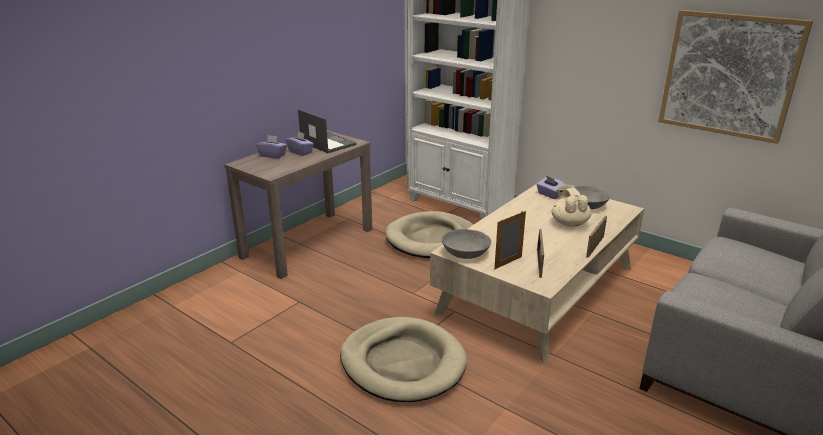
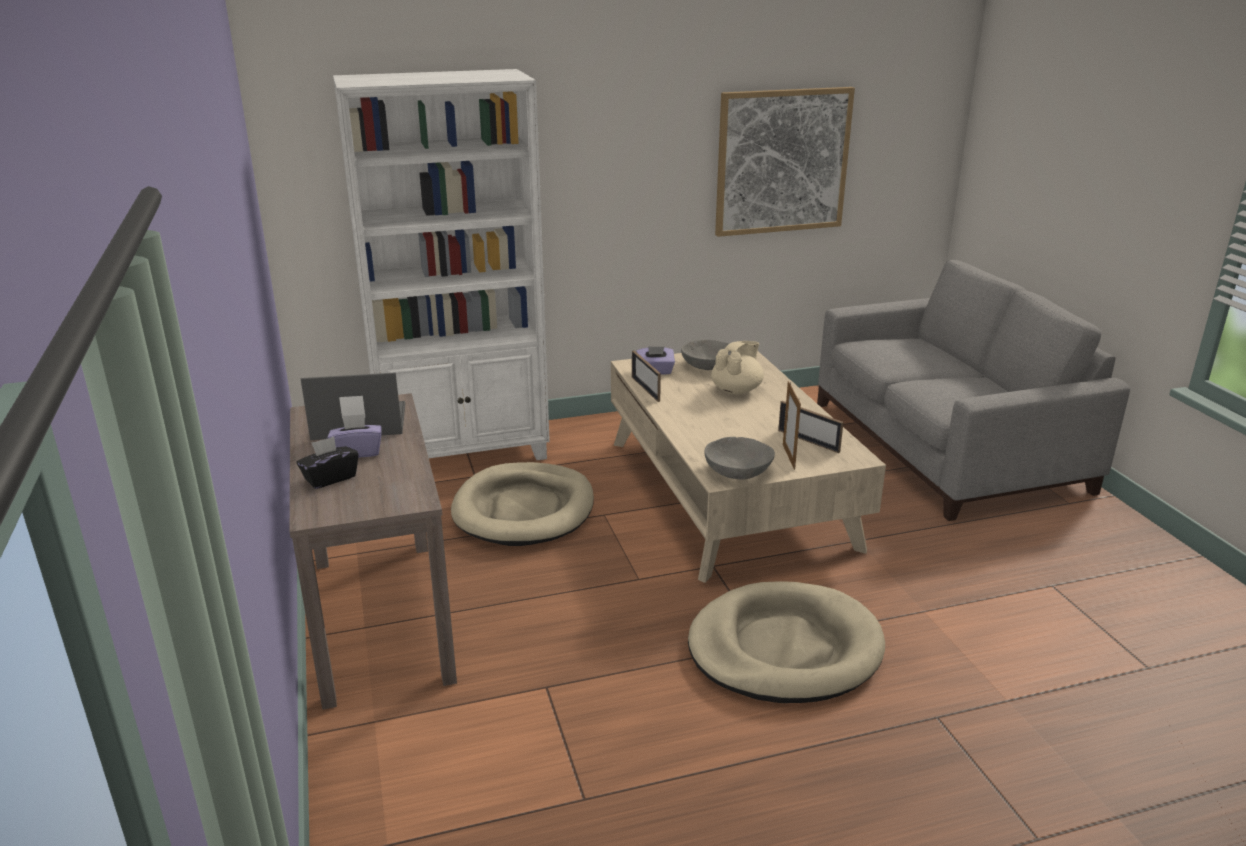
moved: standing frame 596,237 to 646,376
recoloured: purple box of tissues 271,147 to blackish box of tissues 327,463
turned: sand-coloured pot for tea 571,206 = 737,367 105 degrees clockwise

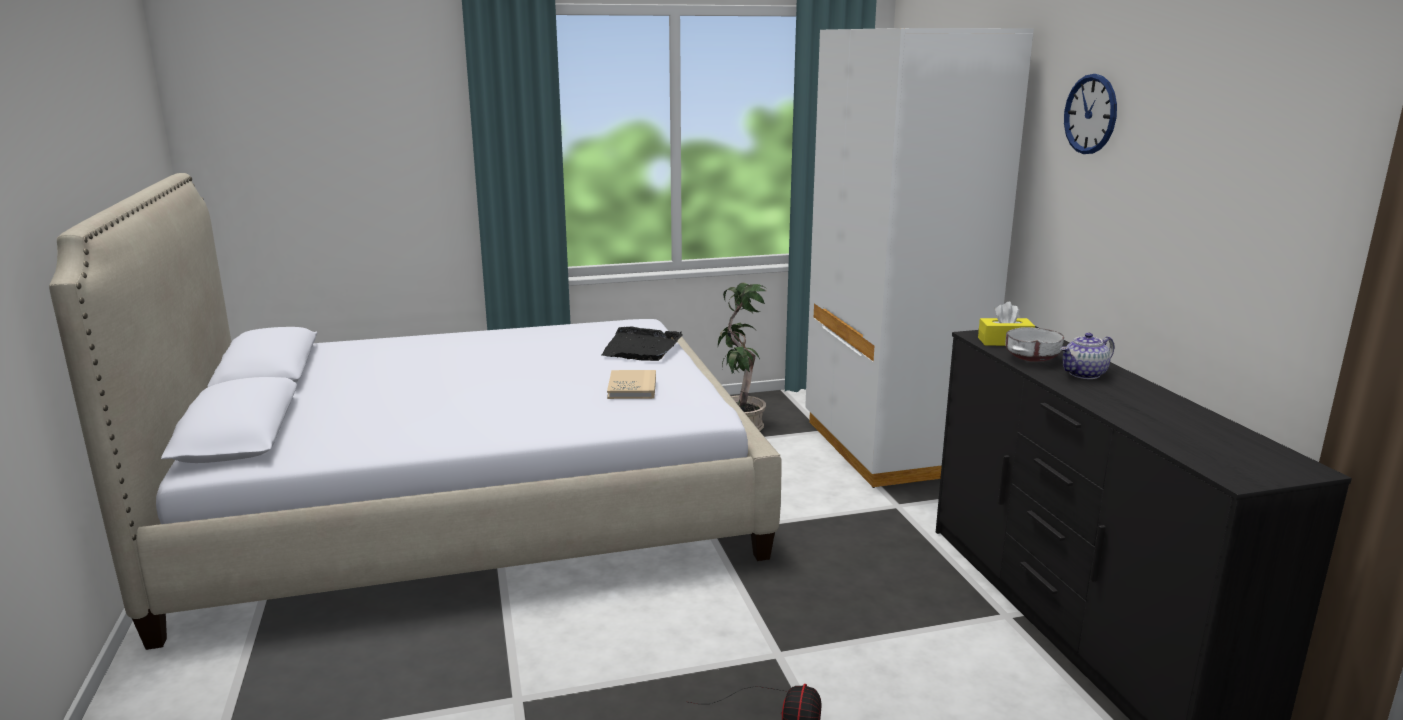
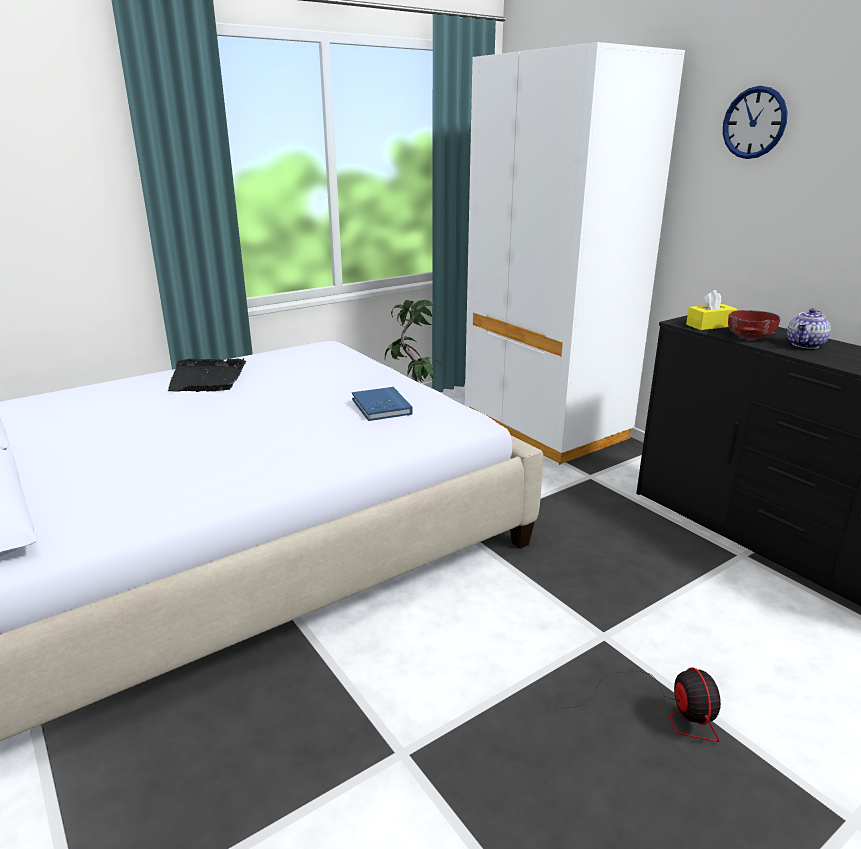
moved: blackish serving tray 642,344 to 207,375
recoloured: sand-coloured book 631,384 to blue-coloured book 382,404; white serving bowl 1034,344 to reddish serving bowl 754,324

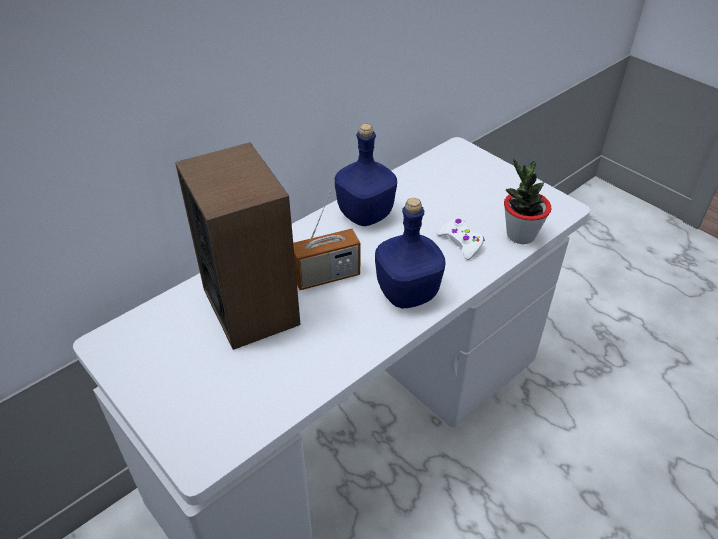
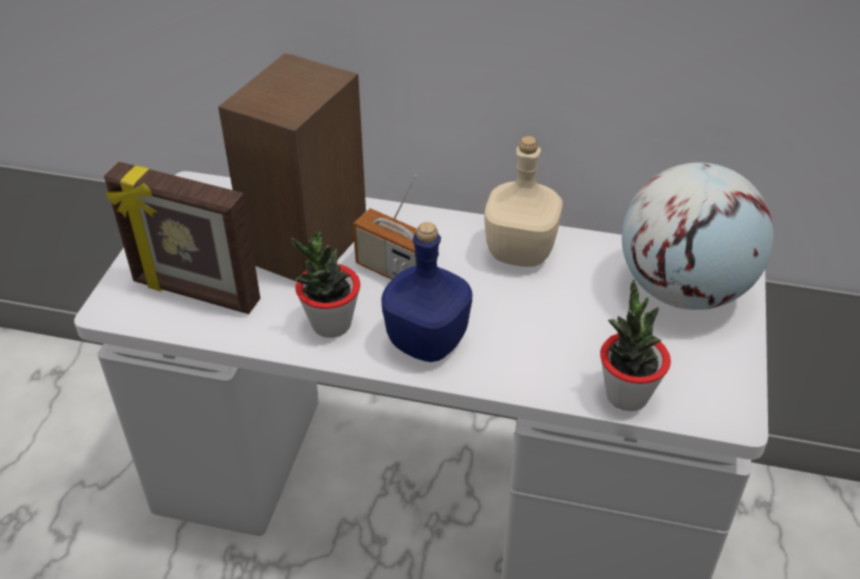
removed: white joypad 460,239
added: standing frame 182,238; plant in a pot 325,284; world globe 698,236
recoloured: blue-coloured bottle 366,175 to sand-coloured bottle 523,201

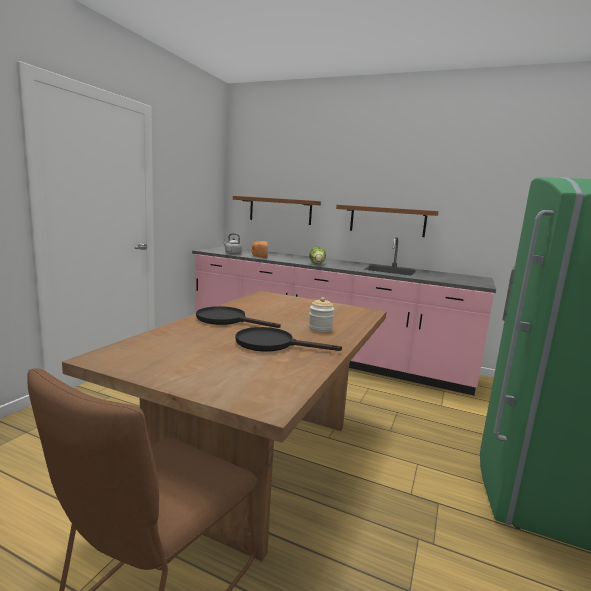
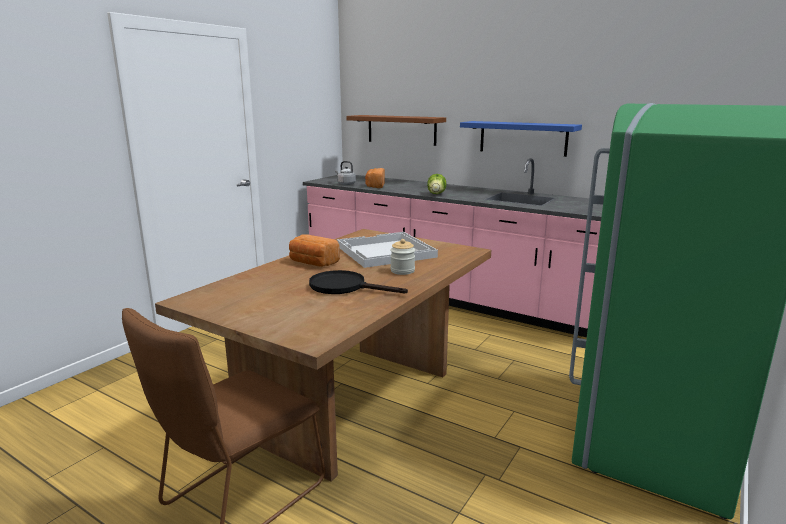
added: white serving tray 387,250
replaced: blackish frying pan 238,317 to bread 314,251
recoloured: brownish wall shelf 387,221 to blue-coloured wall shelf 521,139

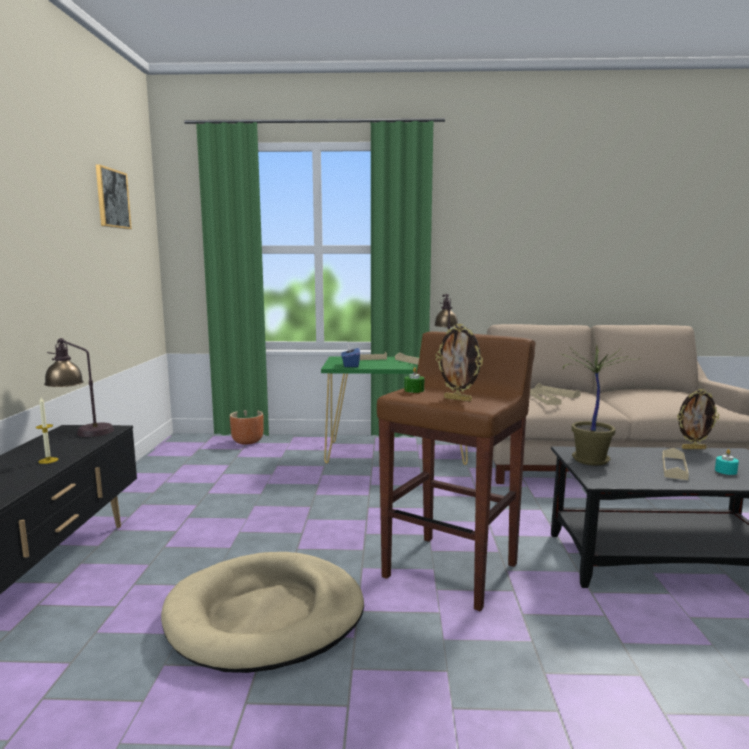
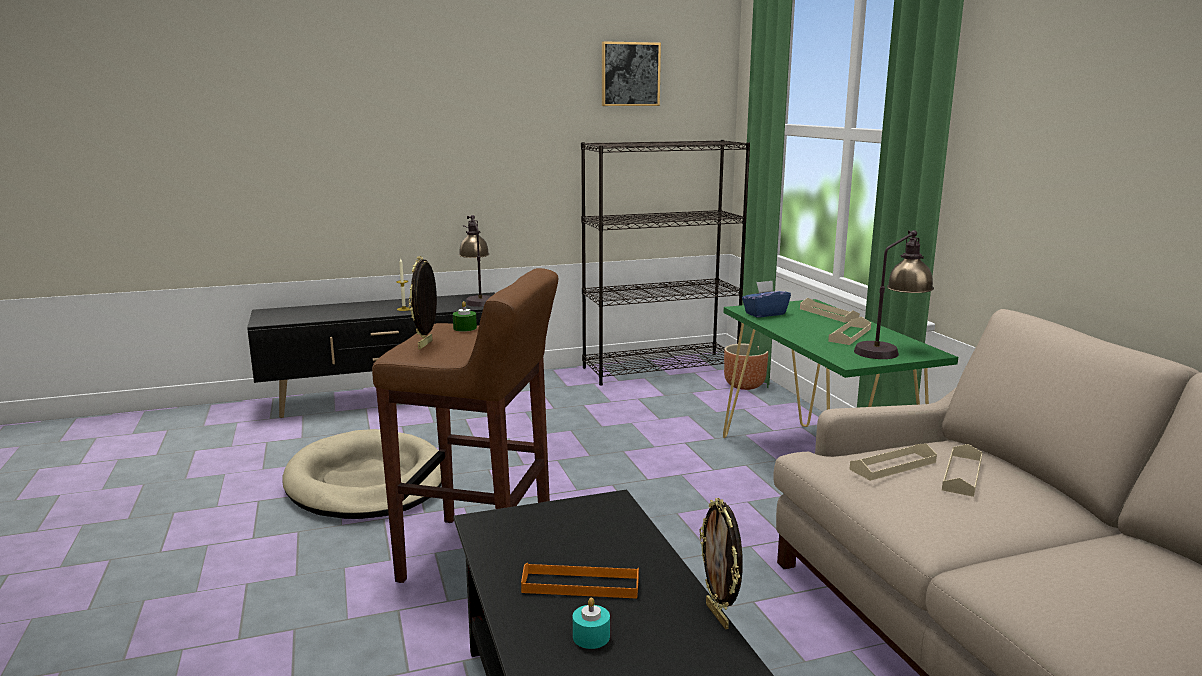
removed: plant in a pot 599,406
added: blackish shelving unit 665,262
recoloured: sand-coloured serving tray 675,464 to orangey serving tray 580,581

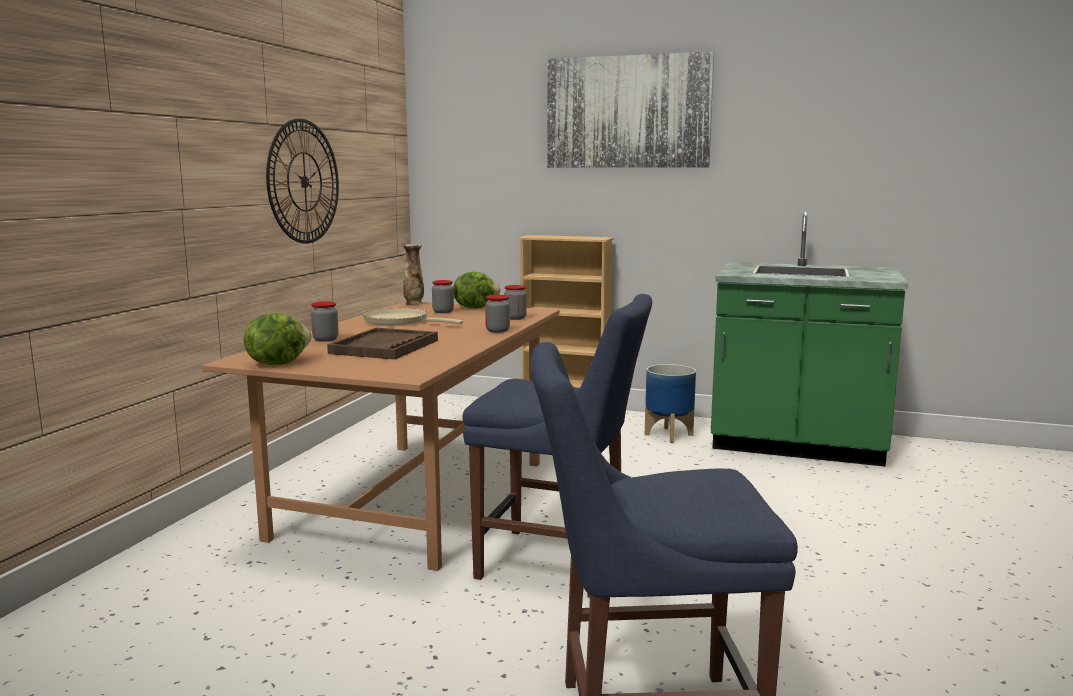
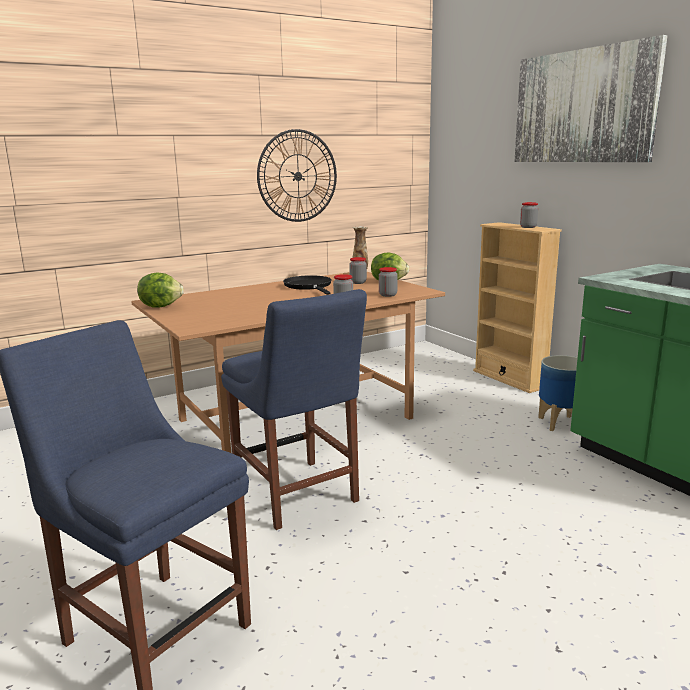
removed: brownish serving tray 382,343
moved: preserve jar 325,321 to 529,215
recoloured: sand-coloured frying pan 413,316 to blackish frying pan 307,285

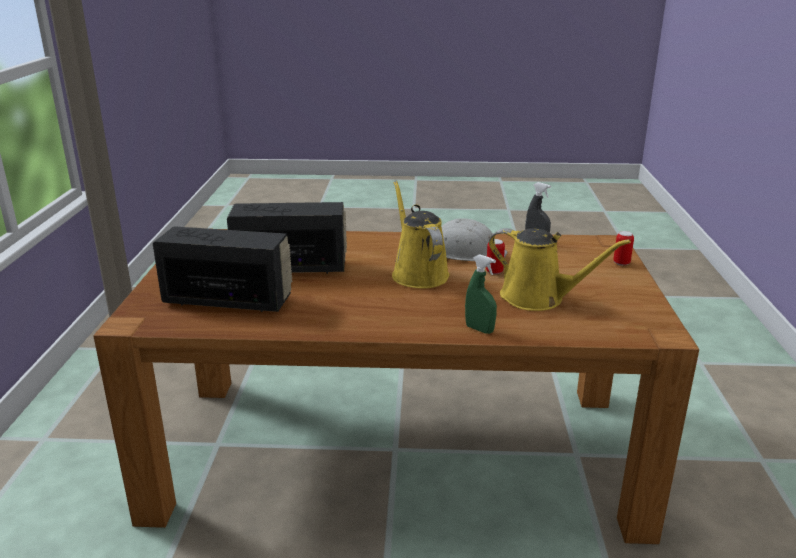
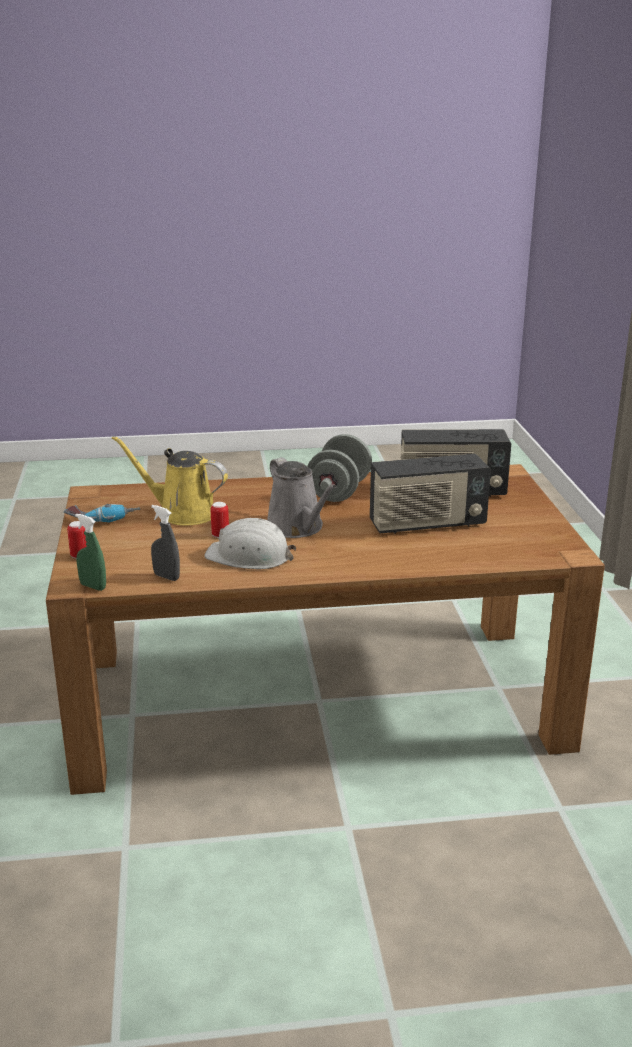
added: electric drill 102,513; greyish hand weight 339,468
moved: green hand sprayer 481,294 to 90,552
recoloured: yellow-coloured sprinkling can 421,235 to greyish sprinkling can 302,497

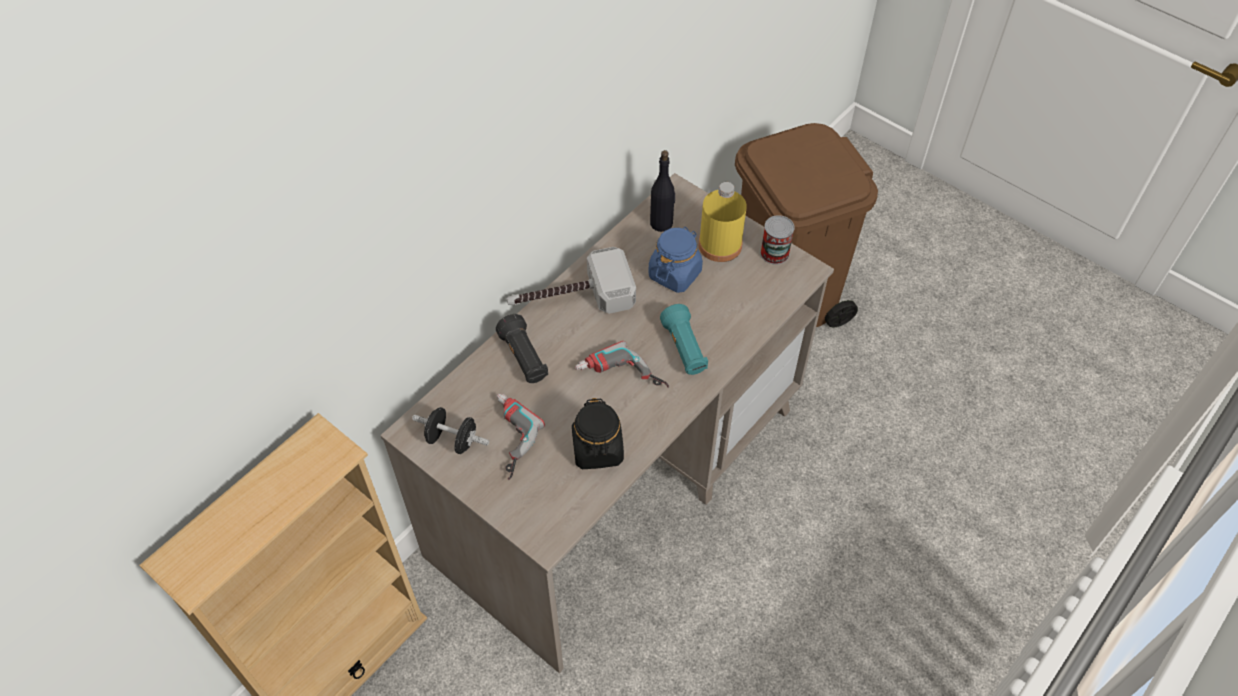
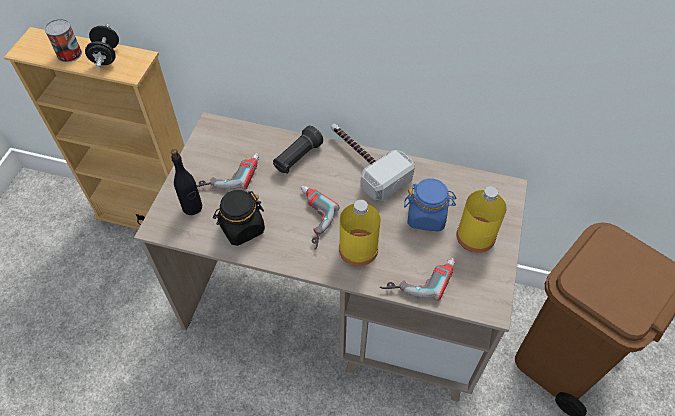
added: electric drill 417,279
moved: blackish hand weight 450,430 to 102,46; blackish bottle 662,191 to 186,182; sealed can 777,240 to 63,40
replaced: turquoise torch 684,339 to yellow-coloured bottle 360,233

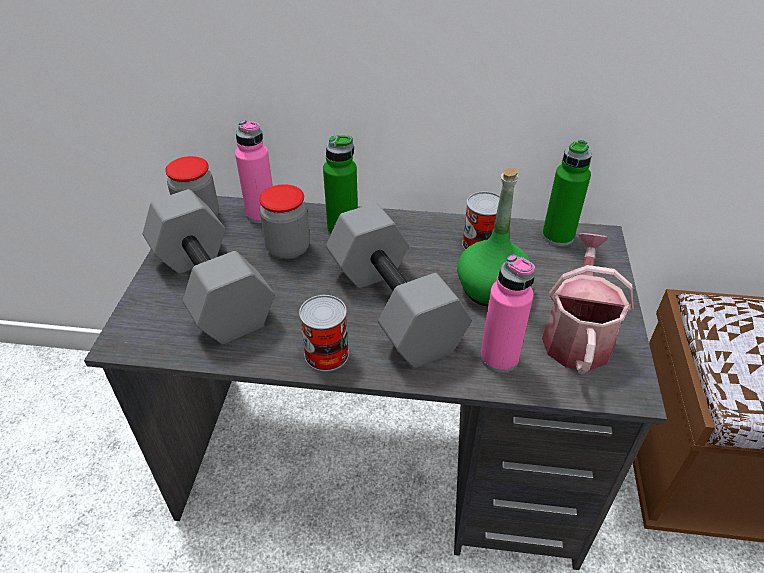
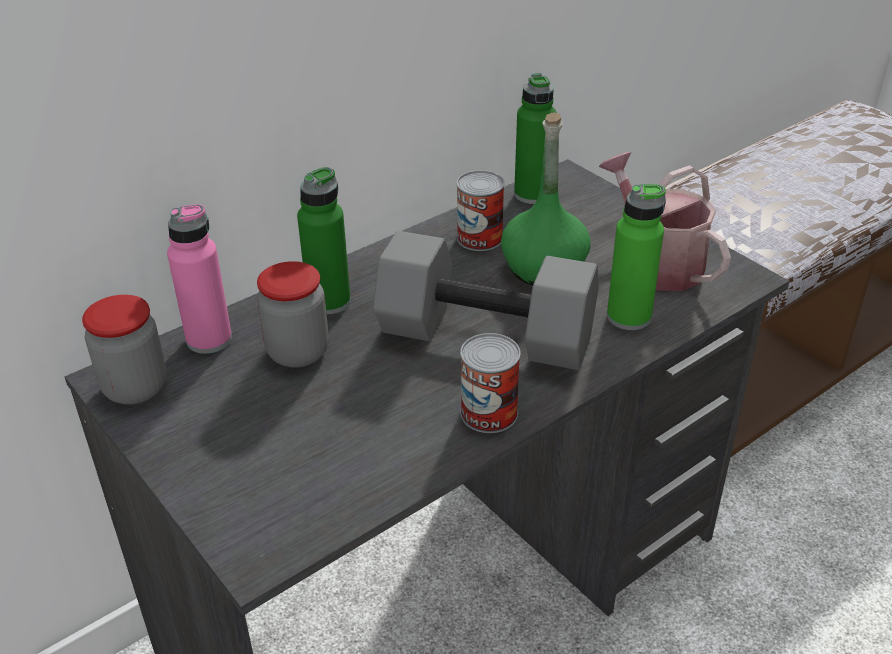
removed: greyish hand weight 209,266
recoloured: pink-coloured bottle 507,314 to green bottle 636,257

